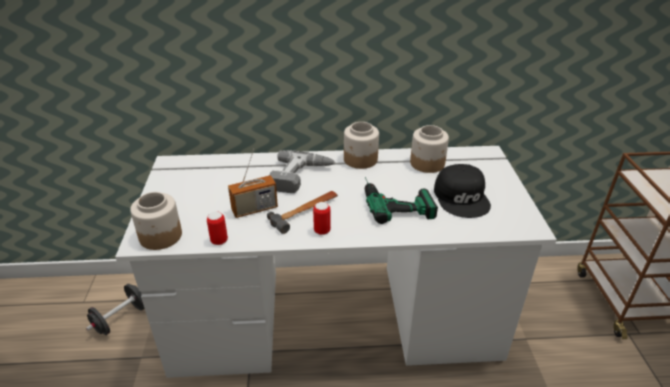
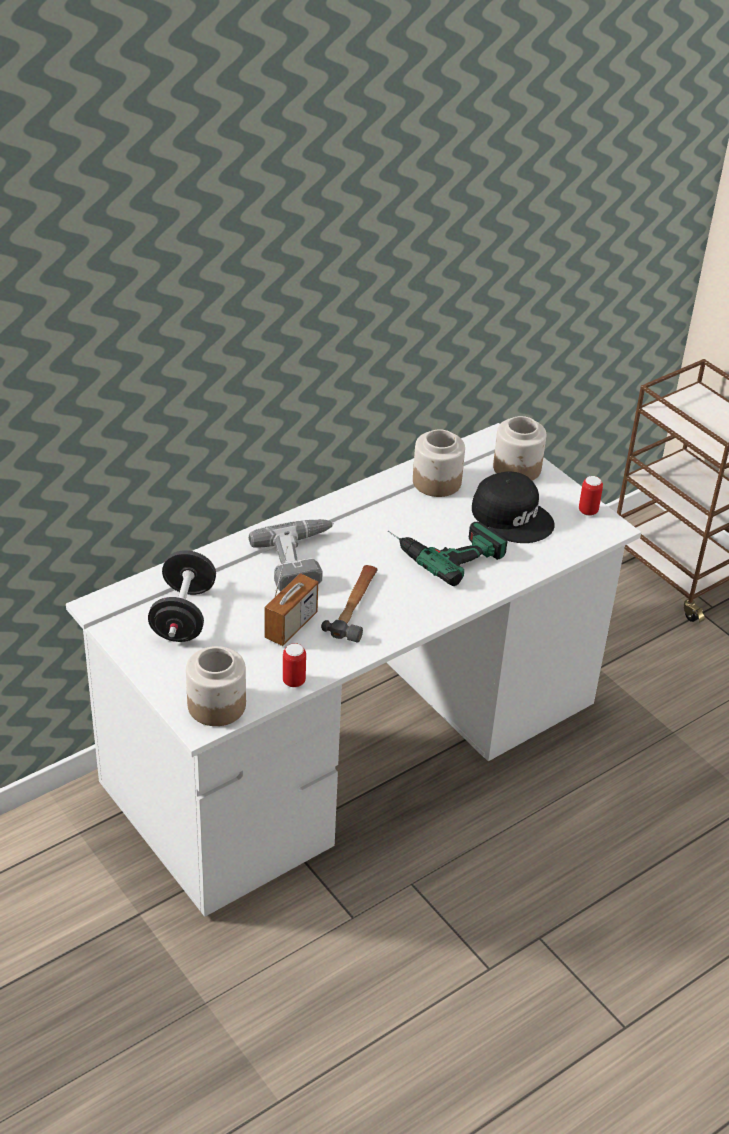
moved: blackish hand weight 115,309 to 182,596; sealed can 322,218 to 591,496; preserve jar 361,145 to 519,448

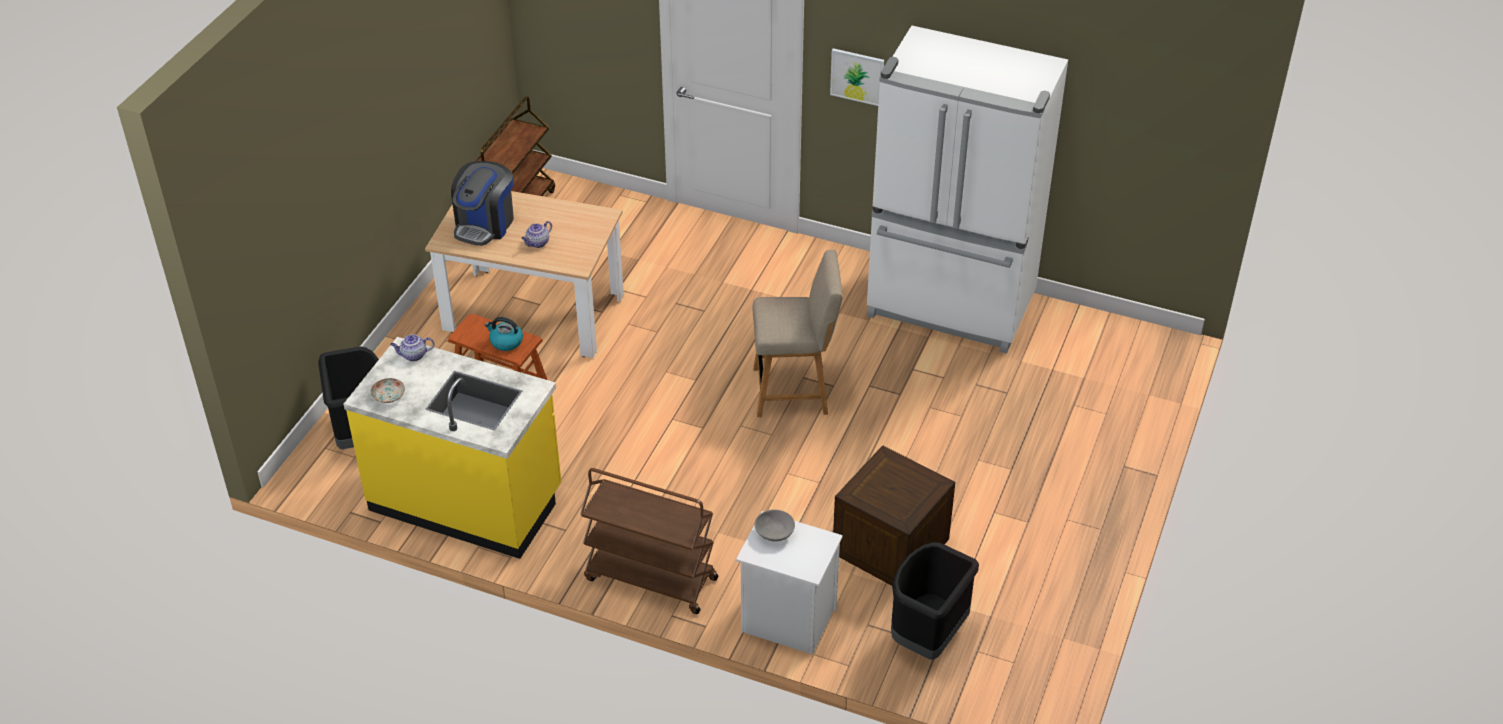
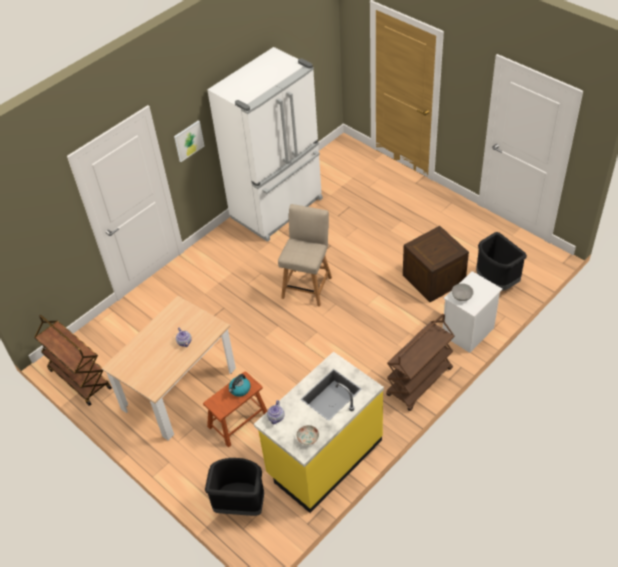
removed: coffee maker 482,203

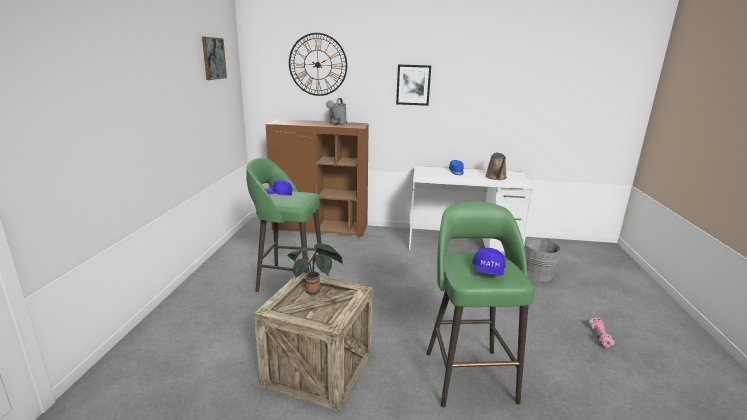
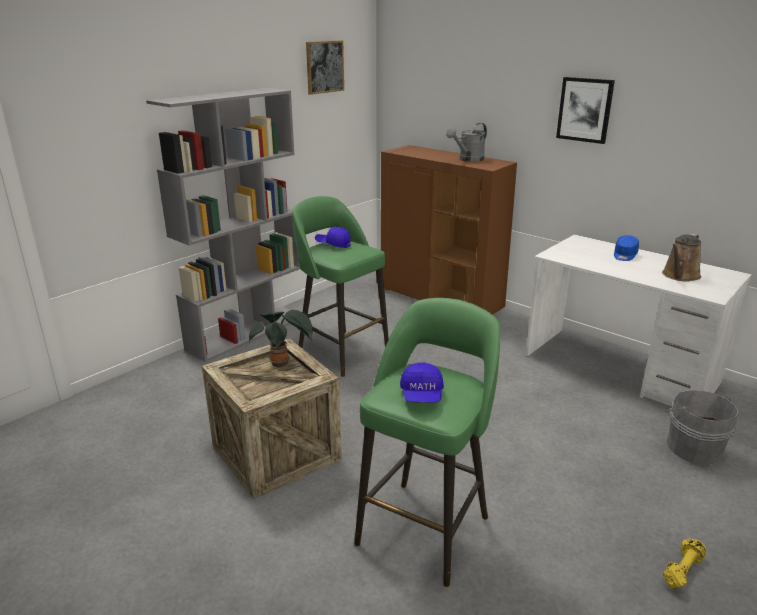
removed: wall clock 318,64
added: greyish shelving unit 223,225
recoloured: pink-coloured hand weight 602,332 to yellow-coloured hand weight 684,563
turned: blue-coloured baseball cap 489,262 = 422,382 45 degrees counterclockwise

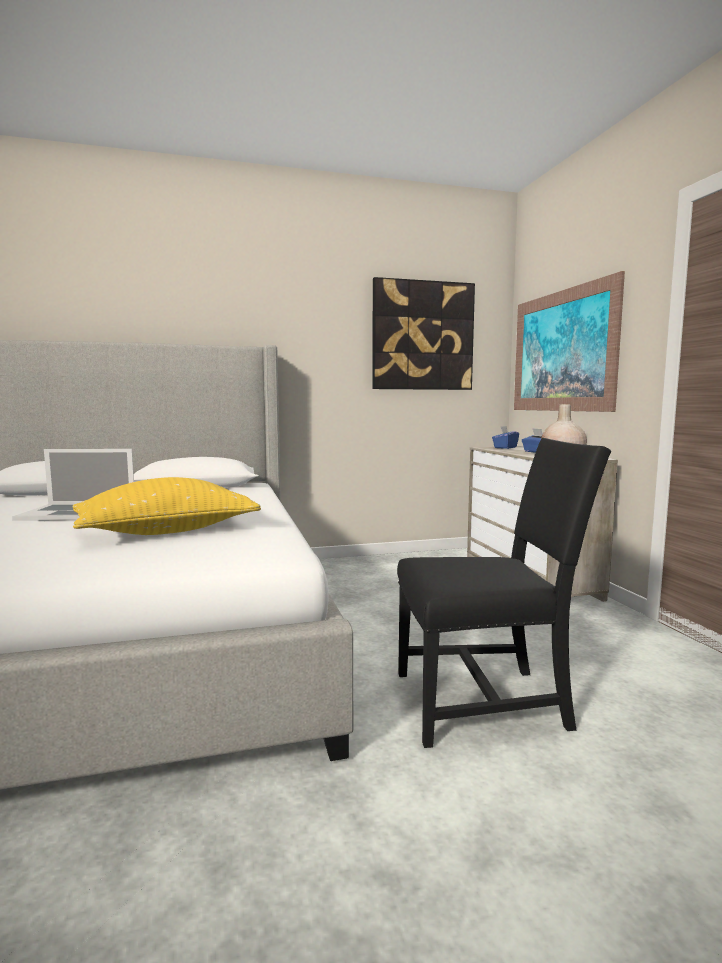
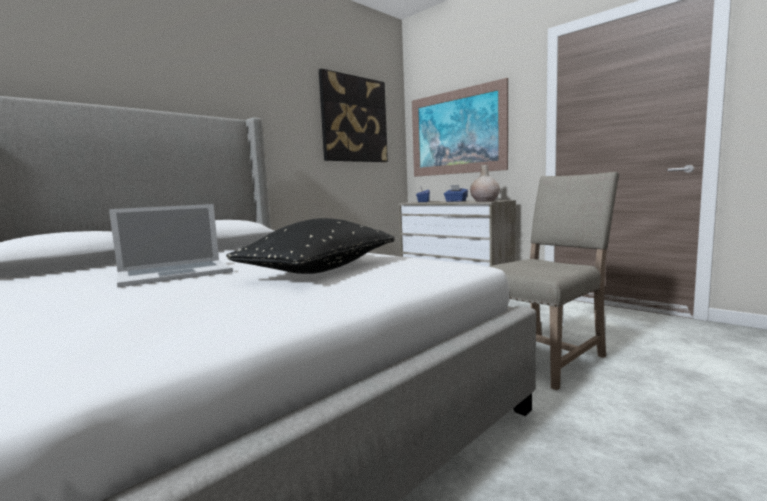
recoloured: yellow-coloured pillow 167,506 to blackish pillow 310,246; blackish chair 504,593 to sand-coloured chair 553,281

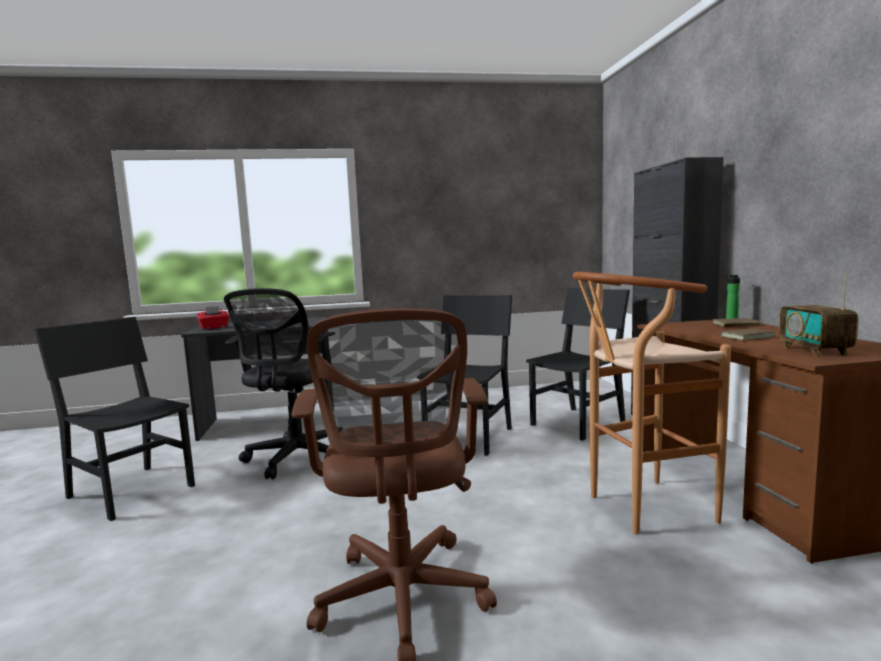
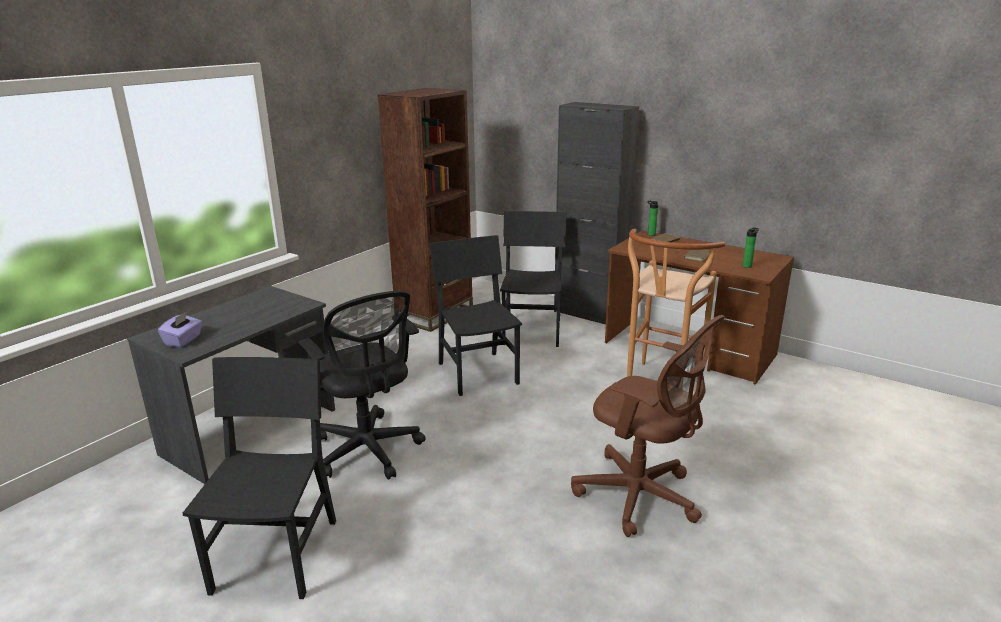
added: brownish shelving unit 425,210
replaced: radio receiver 819,314 to bottle 750,247
recoloured: reddish box of tissues 212,317 to purple box of tissues 180,329
turned: blackish chair 114,419 = 259,478 105 degrees clockwise

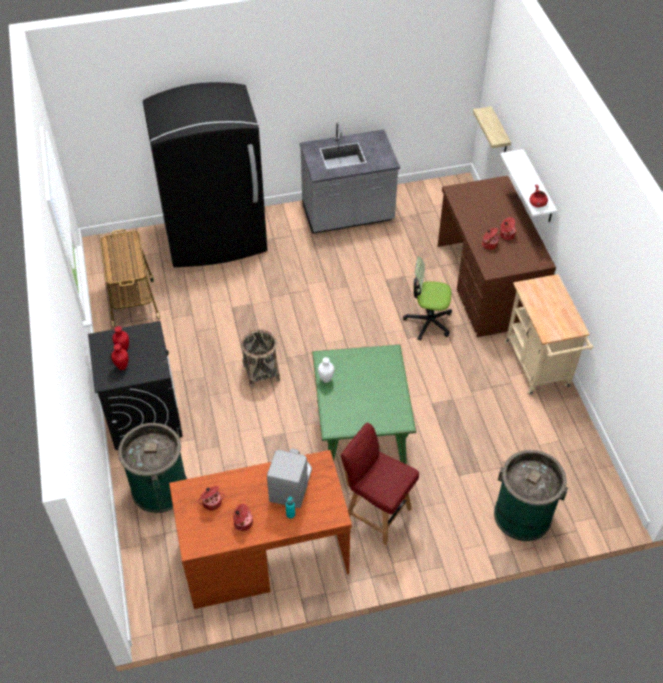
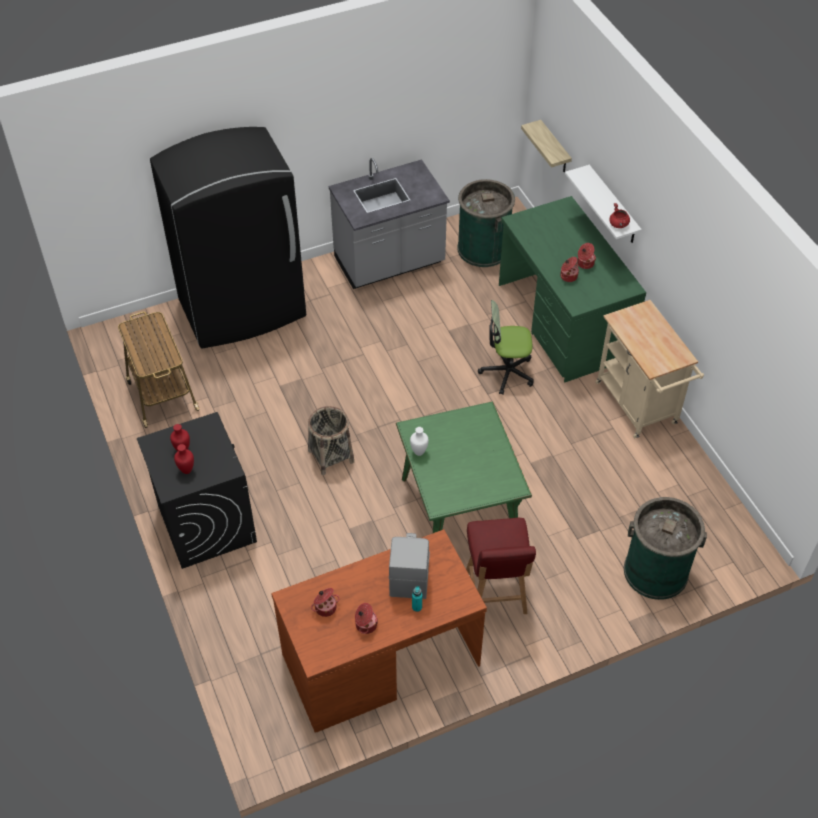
moved: green waste bin 152,468 to 486,223
recoloured: brownish desk 497,256 to green desk 572,289
turned: reddish chair 380,484 = 501,566 120 degrees counterclockwise

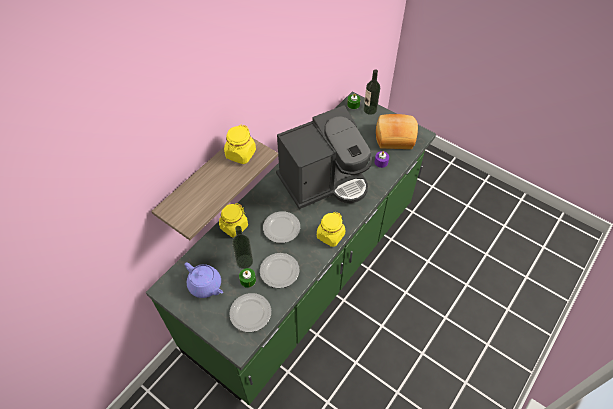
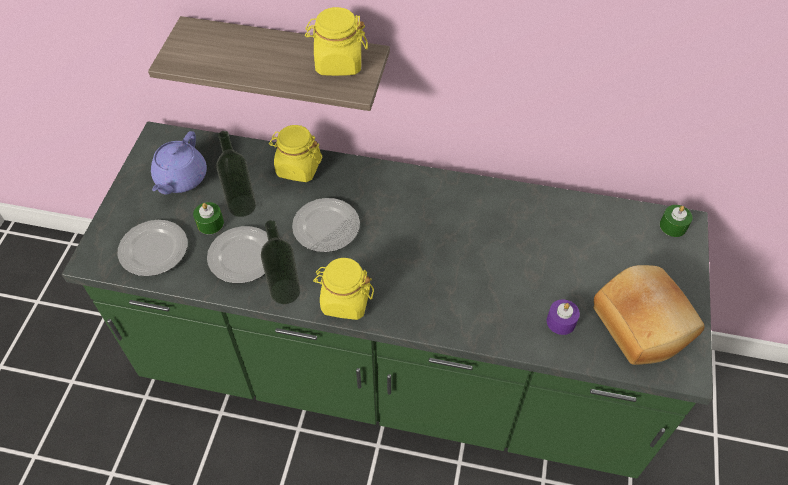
removed: coffee maker 324,157
moved: bottle 372,92 to 280,262

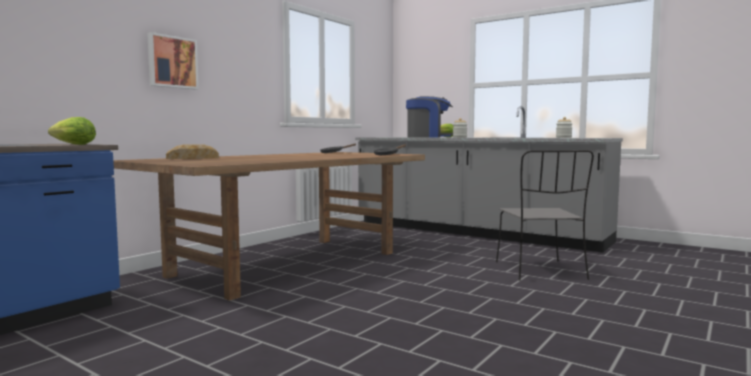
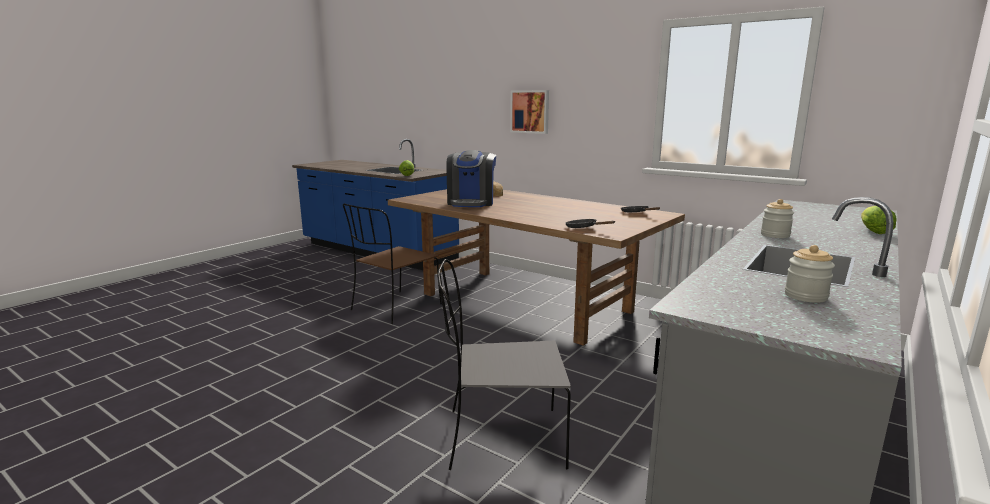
added: brownish chair 392,263
moved: coffee maker 429,117 to 471,178

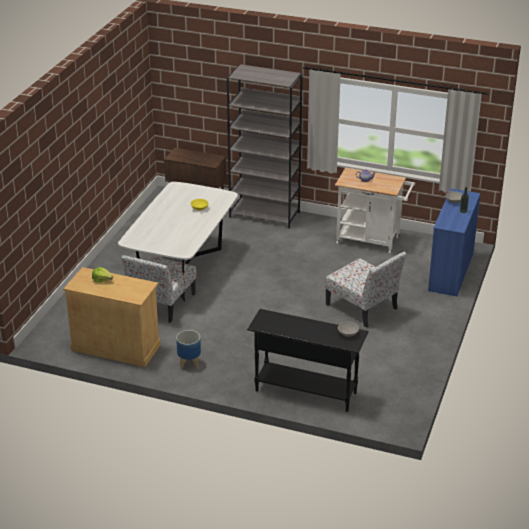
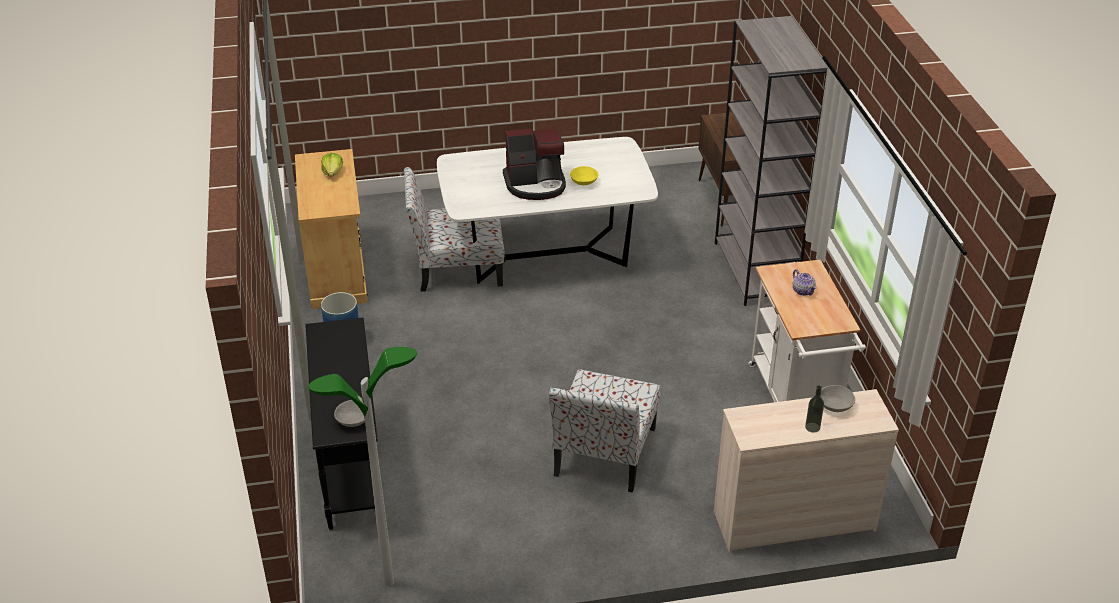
added: floor lamp 362,467; coffee maker 534,164
recoloured: blue-coloured chest of drawers 454,242 to sand-coloured chest of drawers 806,471

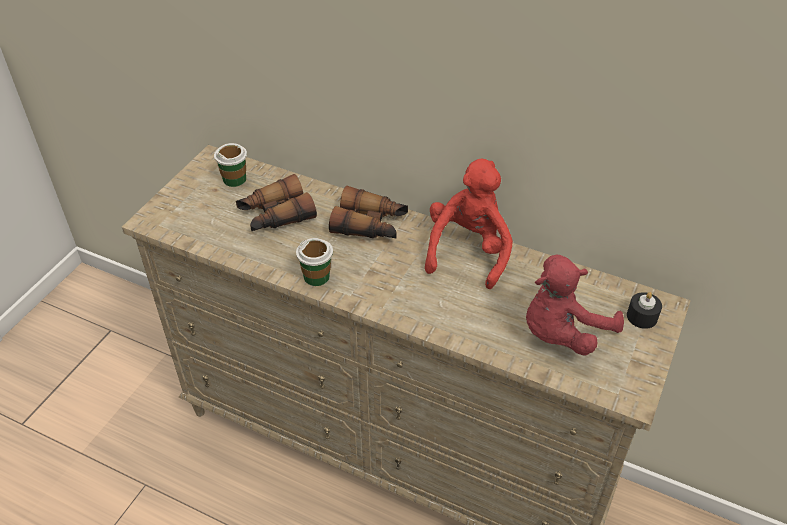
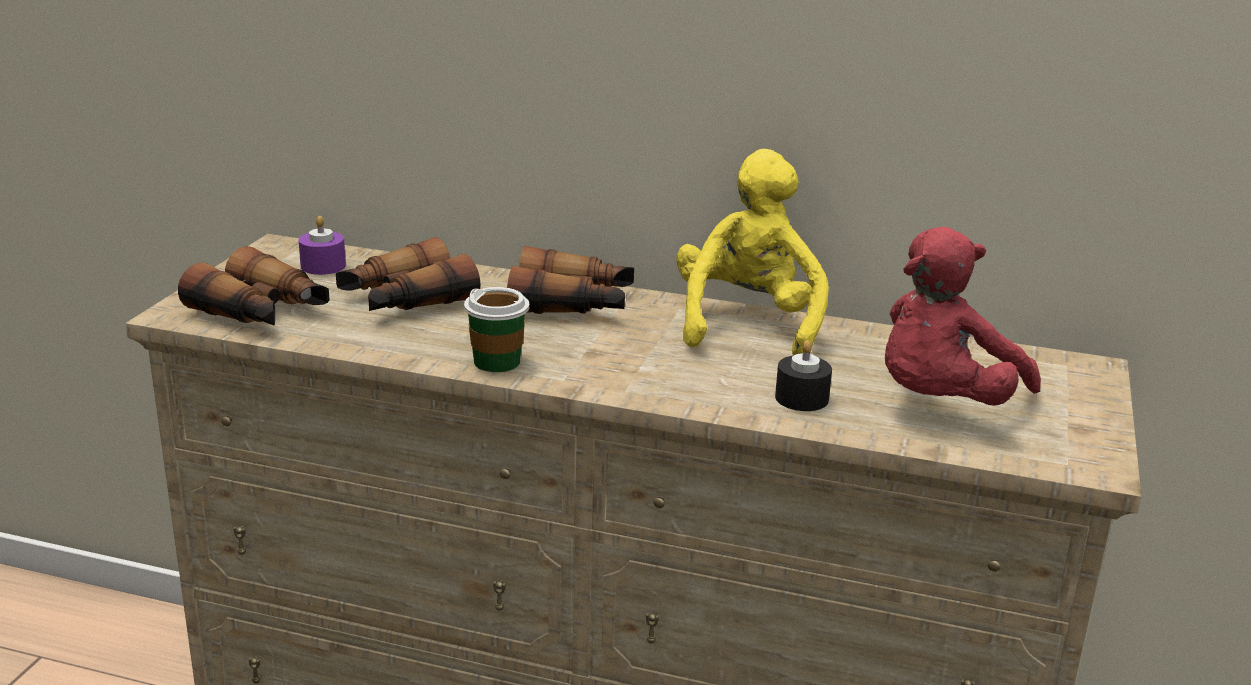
added: pair of binoculars 253,285
moved: blackish candle 644,310 to 803,375
replaced: cup 230,165 to purple candle 322,245
recoloured: reddish cuddly toy 469,224 to yellow-coloured cuddly toy 752,252

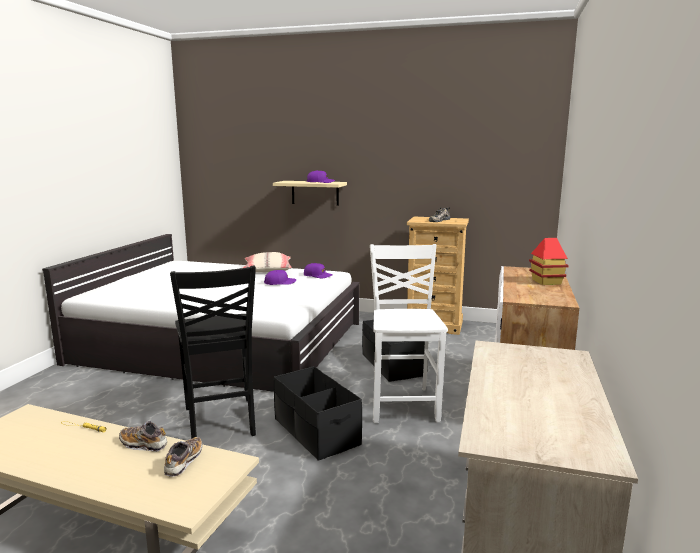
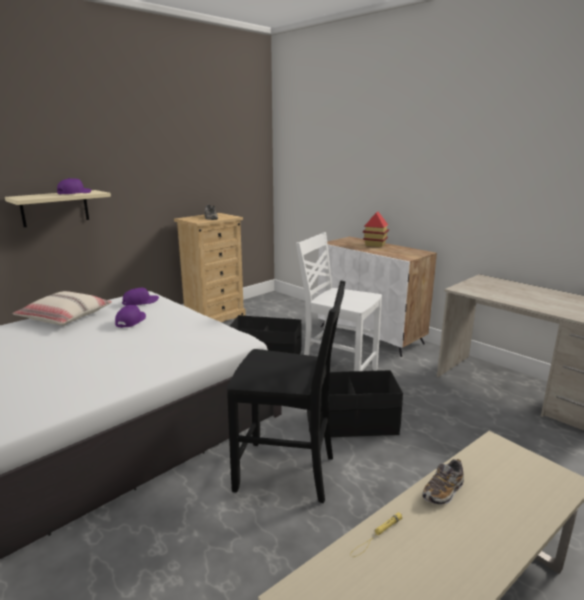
removed: low shoe 183,457

